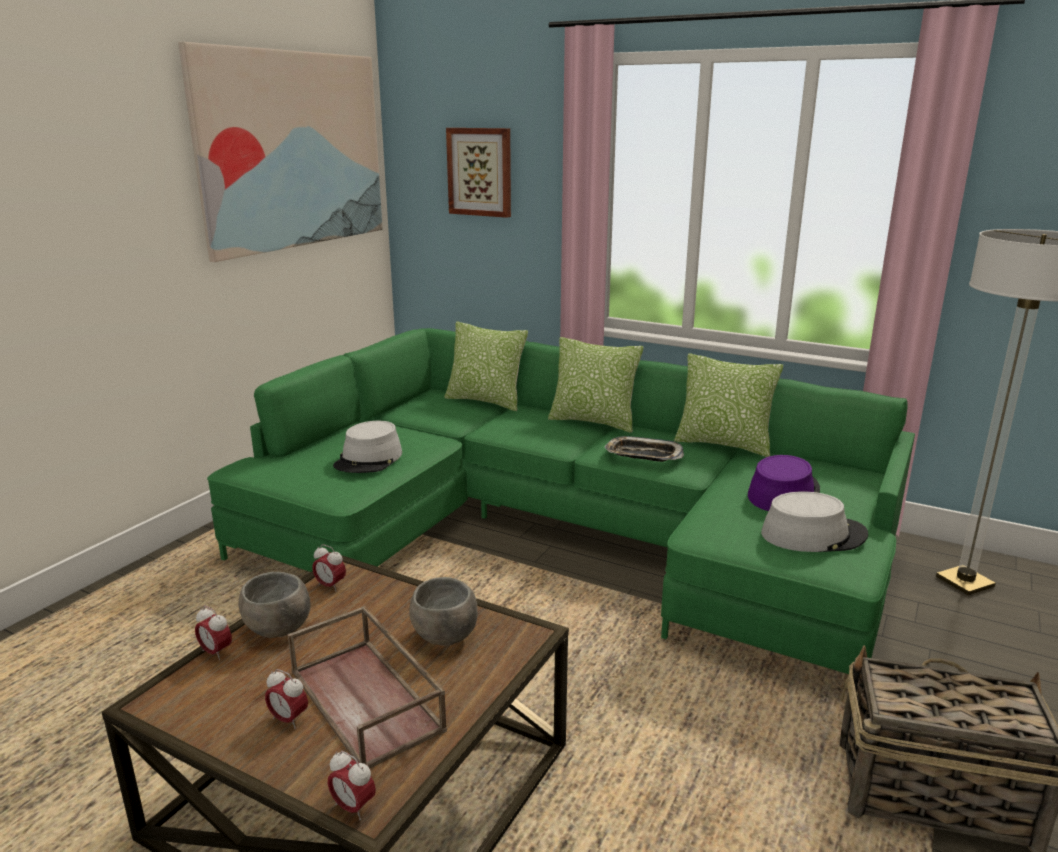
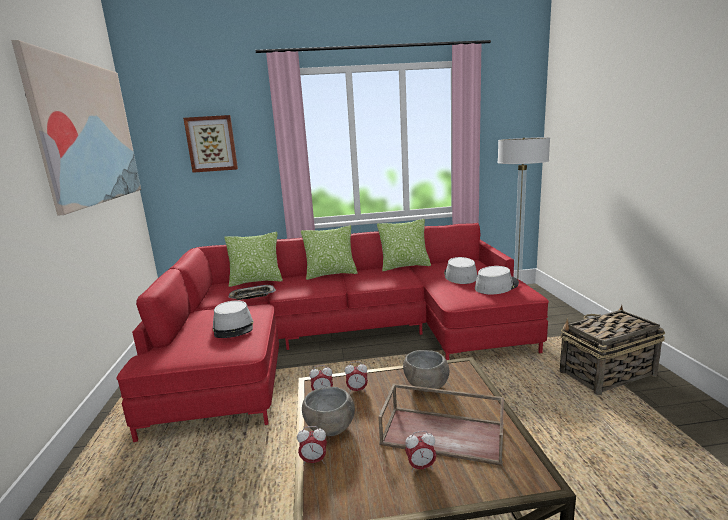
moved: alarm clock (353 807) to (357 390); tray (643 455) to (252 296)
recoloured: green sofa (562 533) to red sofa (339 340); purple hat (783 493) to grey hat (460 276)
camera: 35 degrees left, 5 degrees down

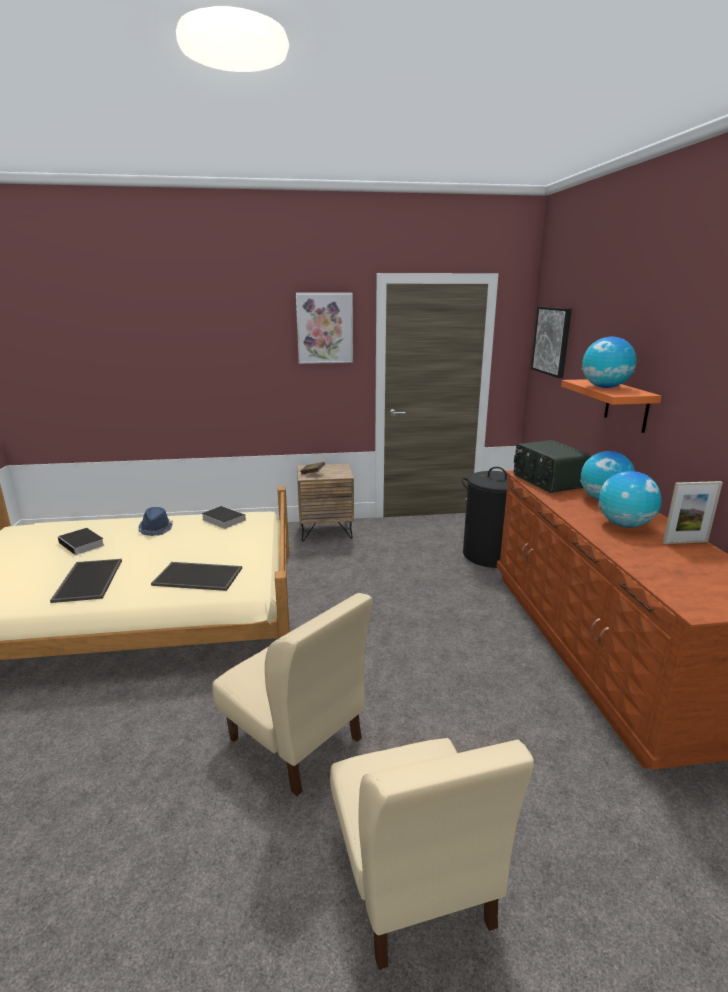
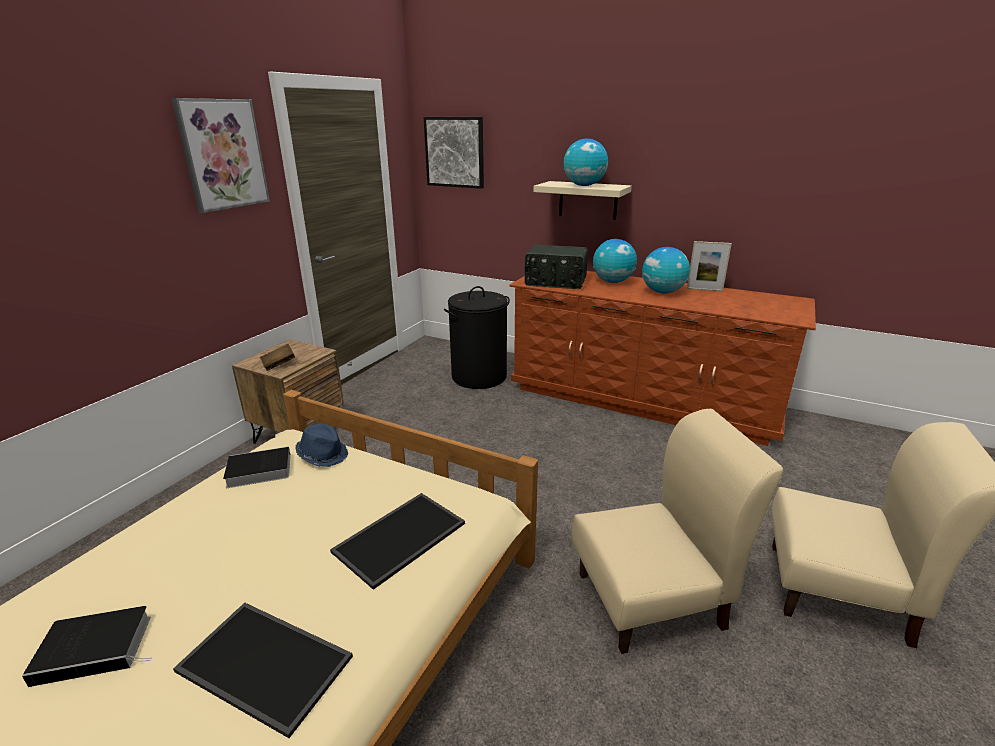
moved: blue hat (156 529) to (323 455)
recoloured: orange shelf (626 405) to beige shelf (588 200)
turned: picture frame (685 542) = (704 289) 75 degrees clockwise
camera: 55 degrees left, 5 degrees up

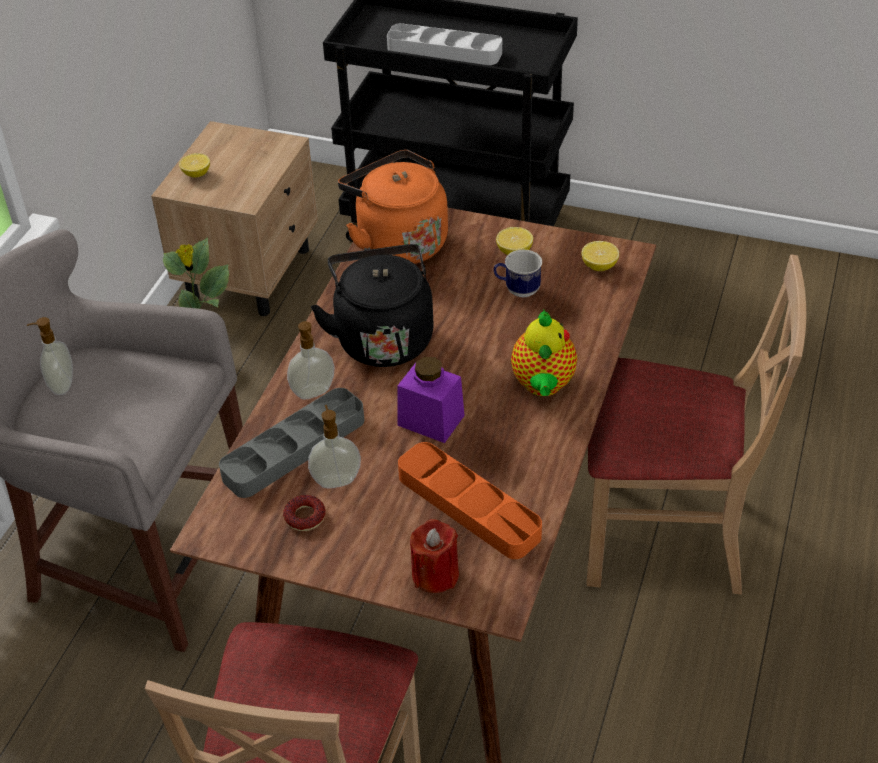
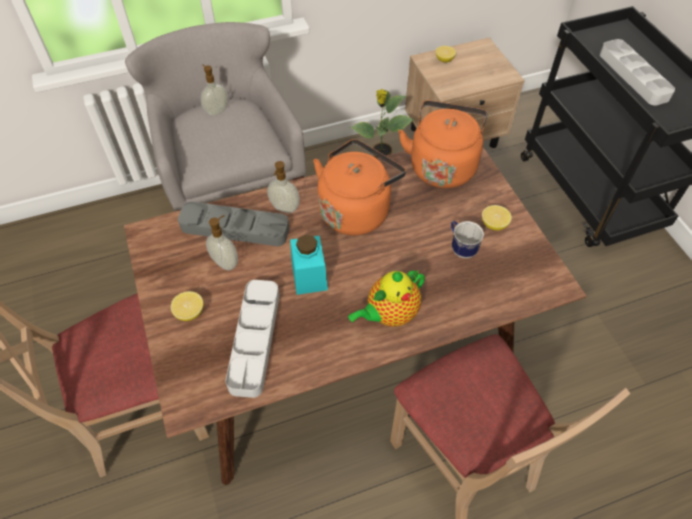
removed: donut (305 517); red candle (435 574)
moved: lemon (599 266) to (190 312)
recoloured: black kettle (383 337) to orange kettle (356 210); purple jar (431 420) to turquoise jar (309 276); orange tray (468 506) to grey tray (255 339)
camera: 50 degrees right, 10 degrees up

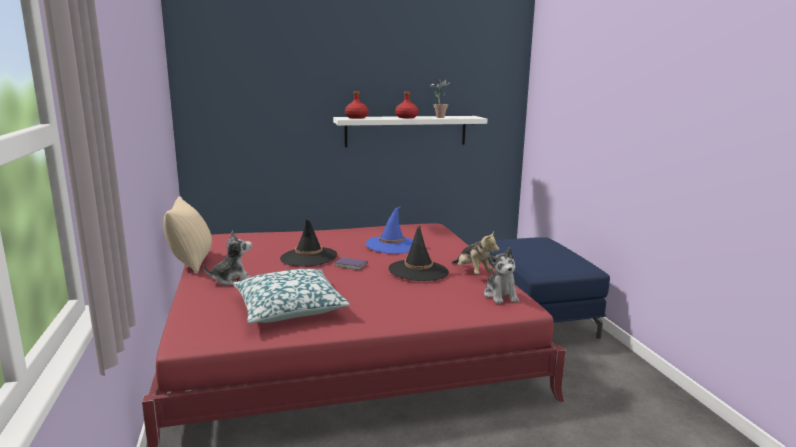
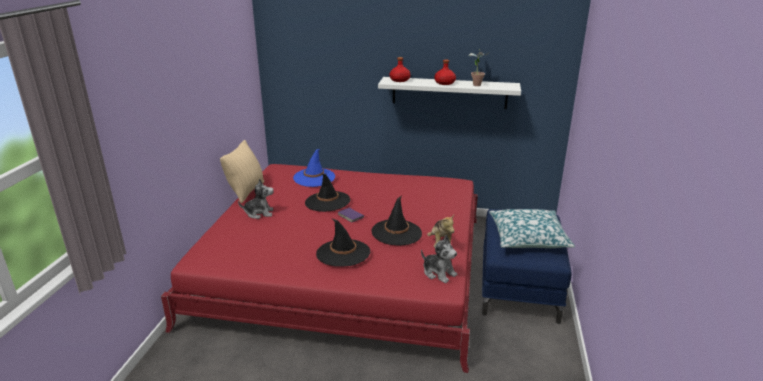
added: black hat (343 253)
moved: pillow (289 307) to (528 237); blue hat (391 245) to (314 178)
turned: plush toy (500 296) = (438 273) 60 degrees counterclockwise
camera: 25 degrees right, 10 degrees up

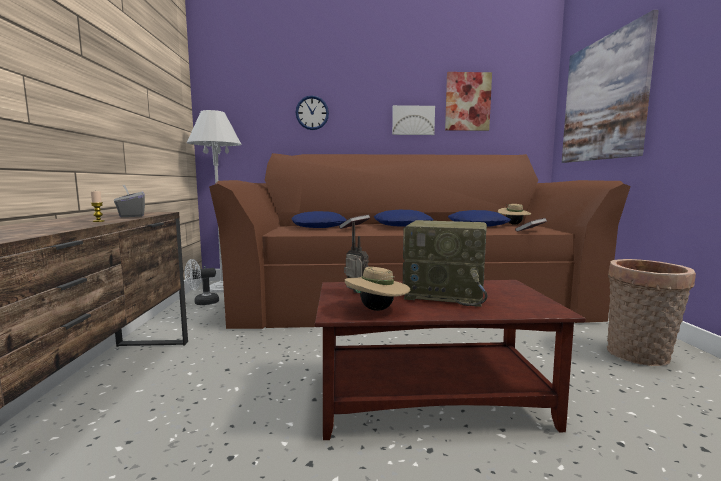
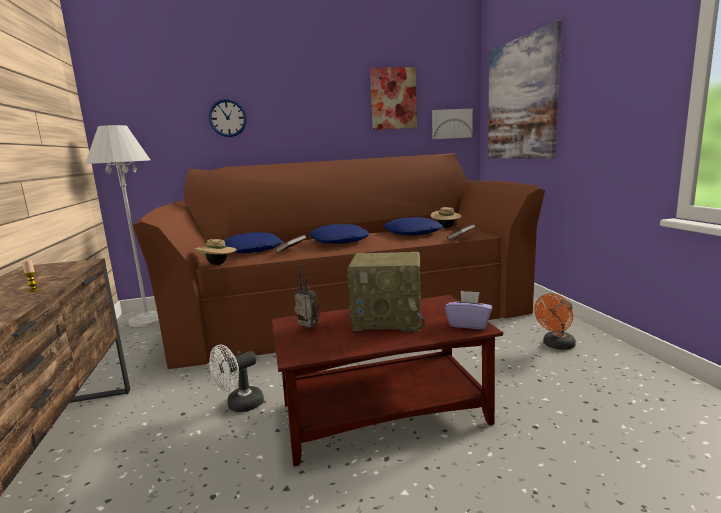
removed: grey tissue box (131 216)
added: purple tissue box (469 324)
moved: white fan (202 302) to (240 405); beige hat (377 309) to (218 264); picture (413 120) to (451 124)
replaced: basket (640 356) to orange fan (556 345)
camera: 10 degrees left, 5 degrees up

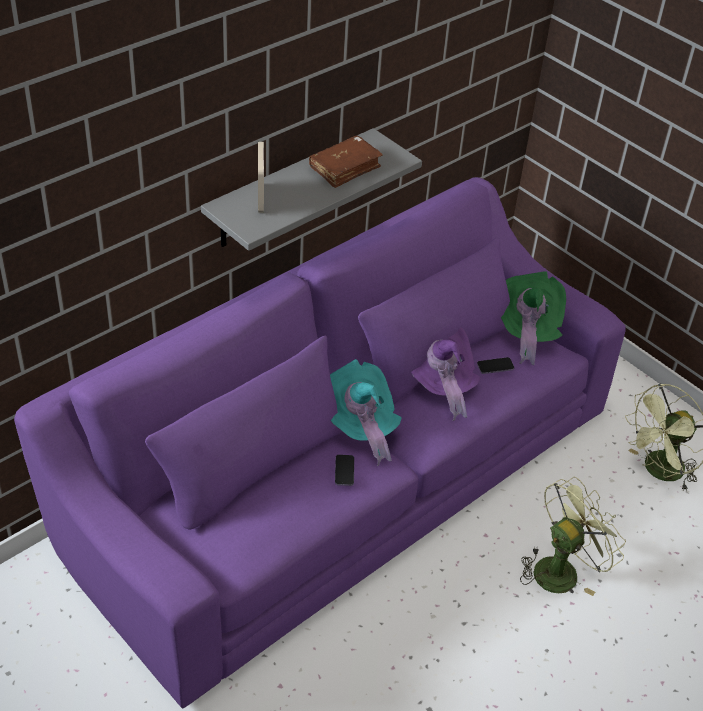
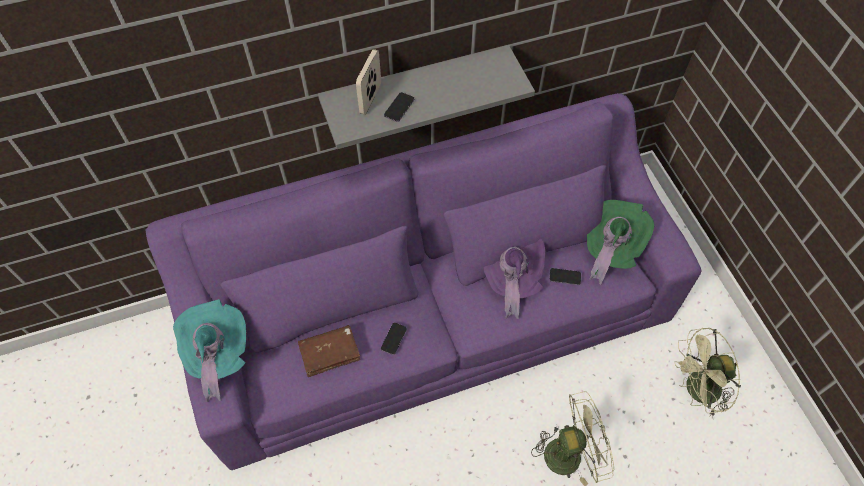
added: phone (399 108)
moved: brown book (345 168) to (330 353); turquoise hat (359 426) to (217 354)
camera: 25 degrees right, 15 degrees up

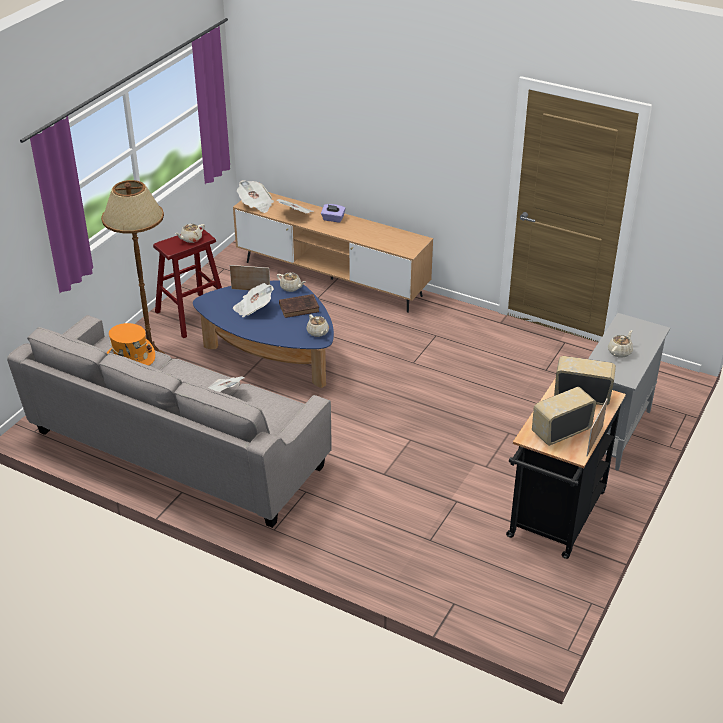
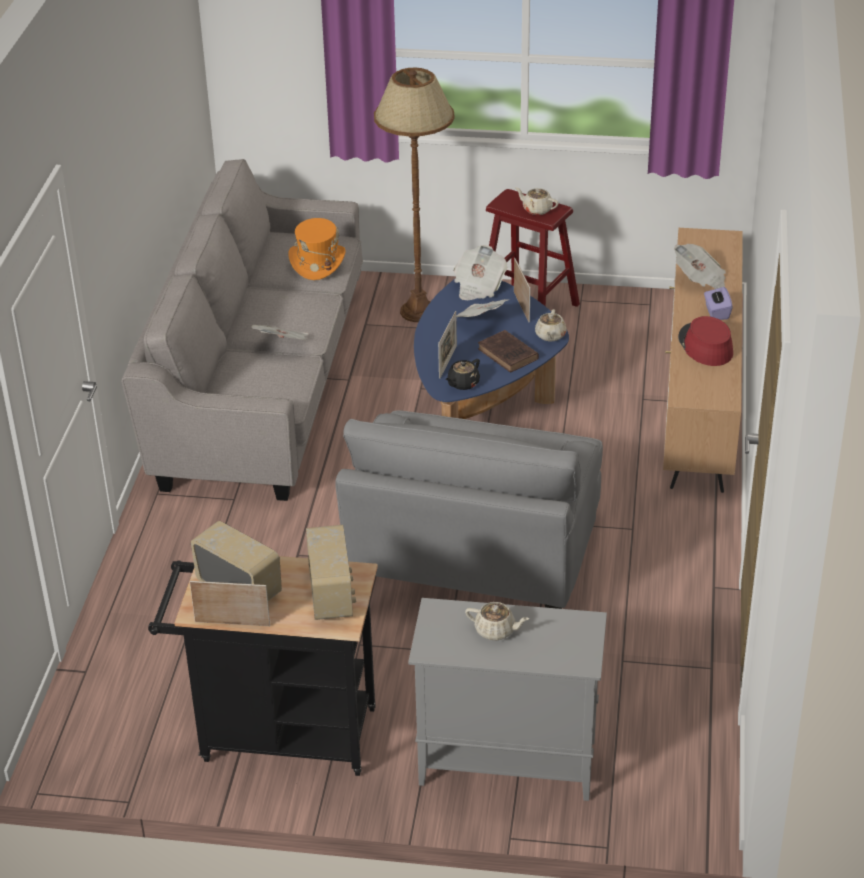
added: grey armchair (473 555); picture frame (447 362); red hat (705 346)
moved: newspaper (256 205) to (478 287)
recoloured: beige teapot (318 332) to black teapot (462 383)
camera: 70 degrees right, 0 degrees up

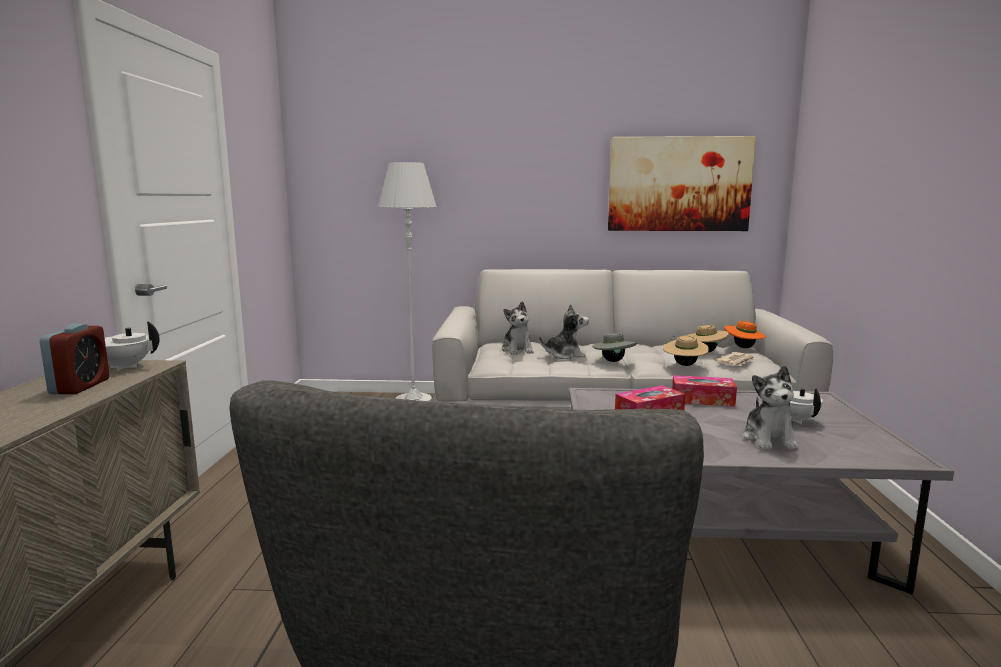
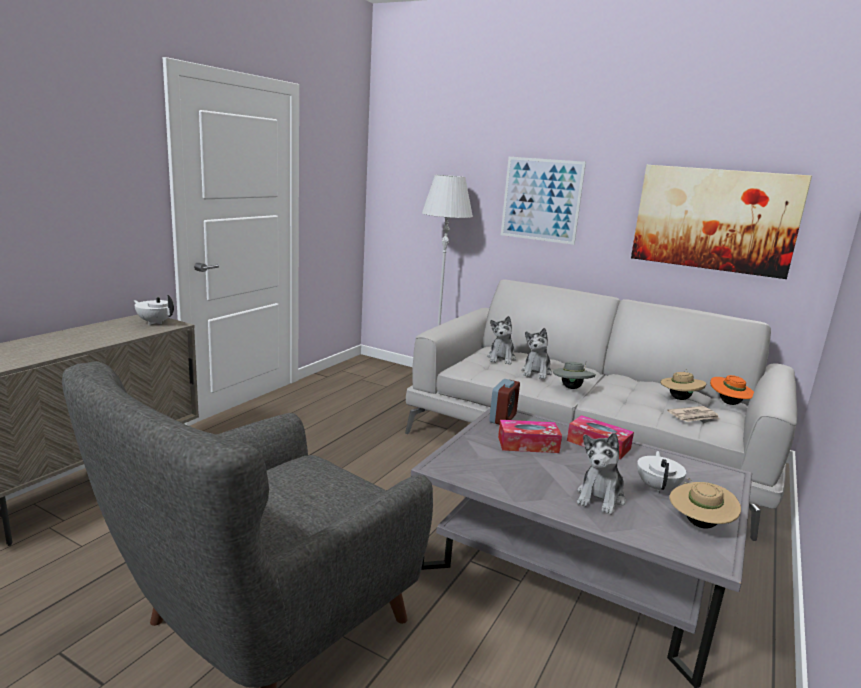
added: picture (541 200)
moved: alarm clock (80 386) to (502 418); beige hat (684 365) to (699 524)
turned: plush toy (565 355) = (536 372) 90 degrees clockwise
camera: 25 degrees right, 5 degrees up

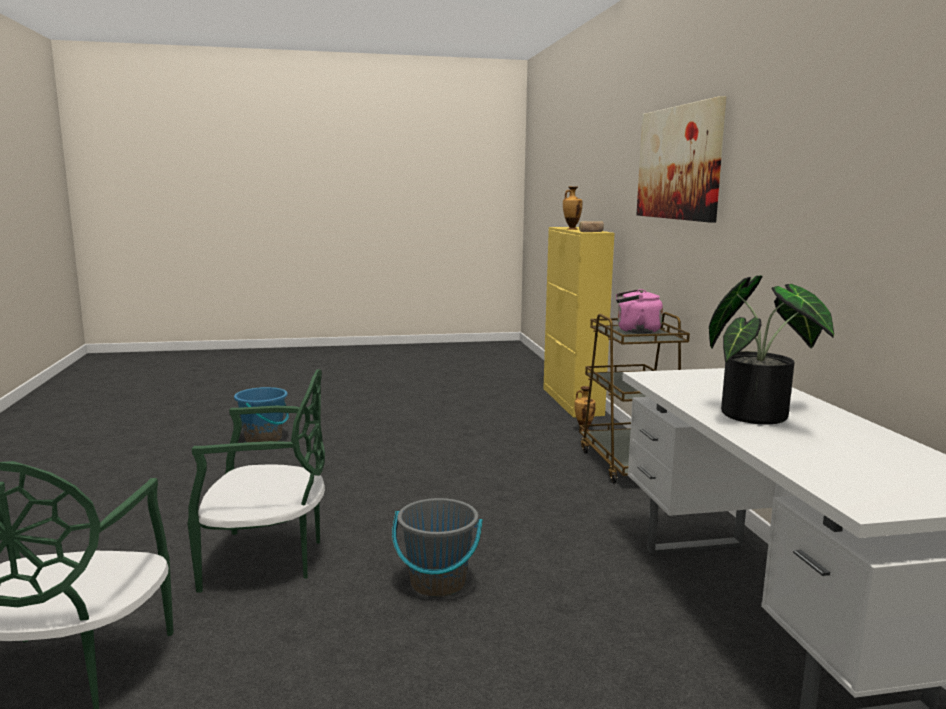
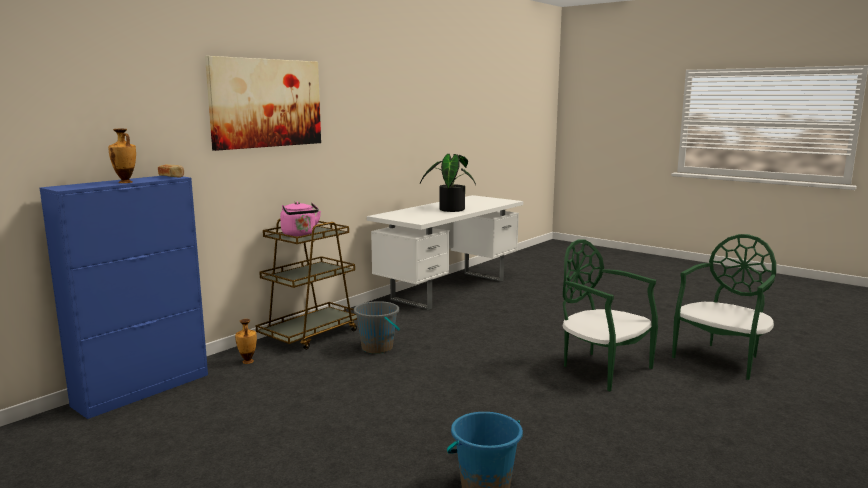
moved: grey bucket (437 583) to (377 348)
recoloured: yellow cabinet (572 401) to blue cabinet (143 389)
camera: 130 degrees left, 0 degrees up

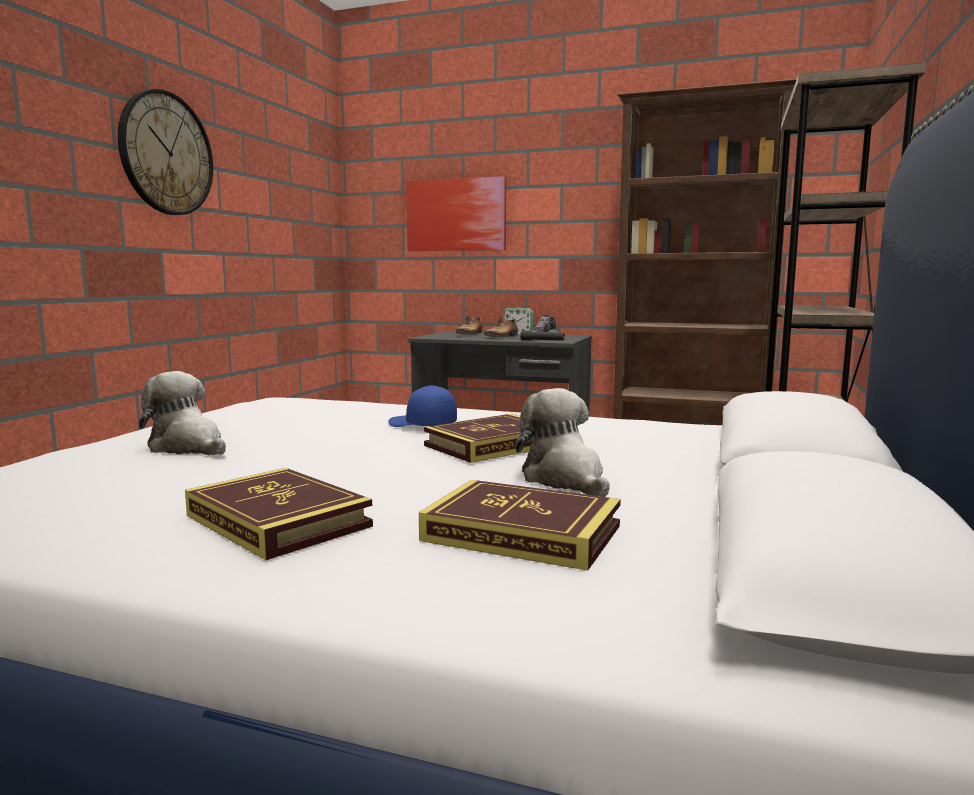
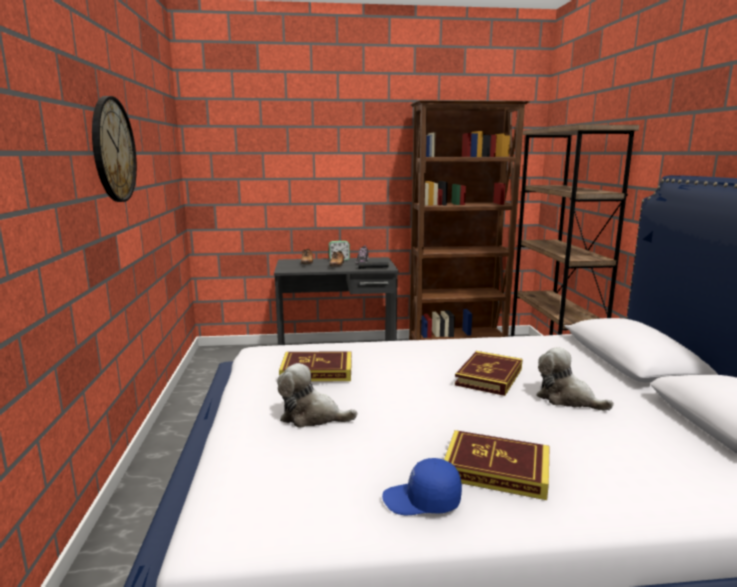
removed: picture (456 215)
moved: blue cap (422 425) to (422 501); book (522 533) to (317 371)
camera: 25 degrees left, 5 degrees up

